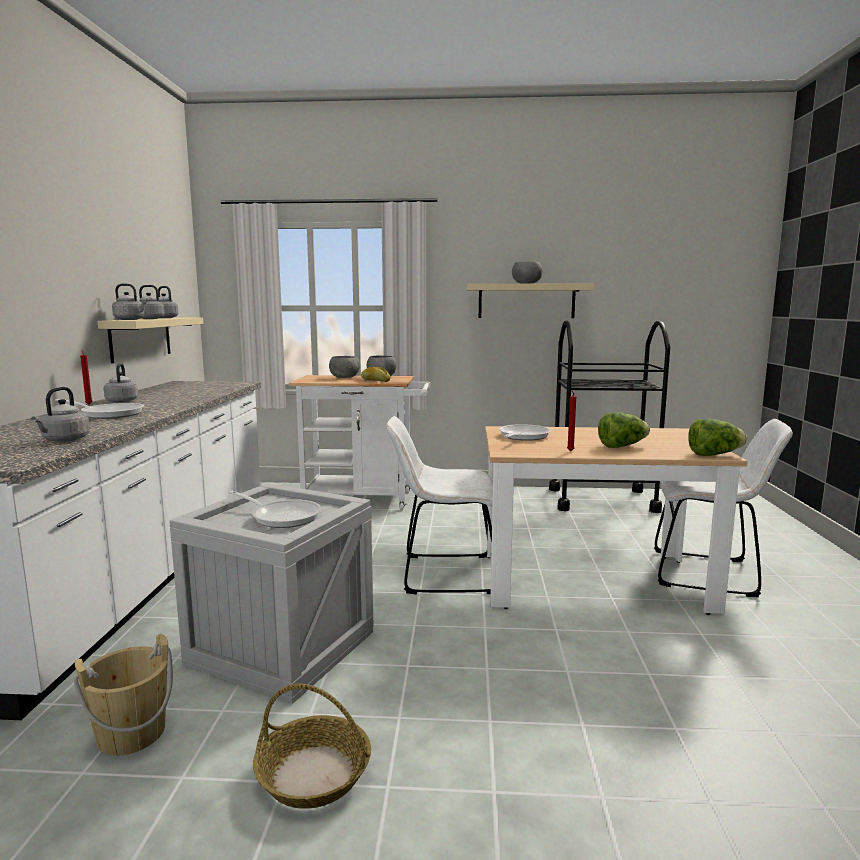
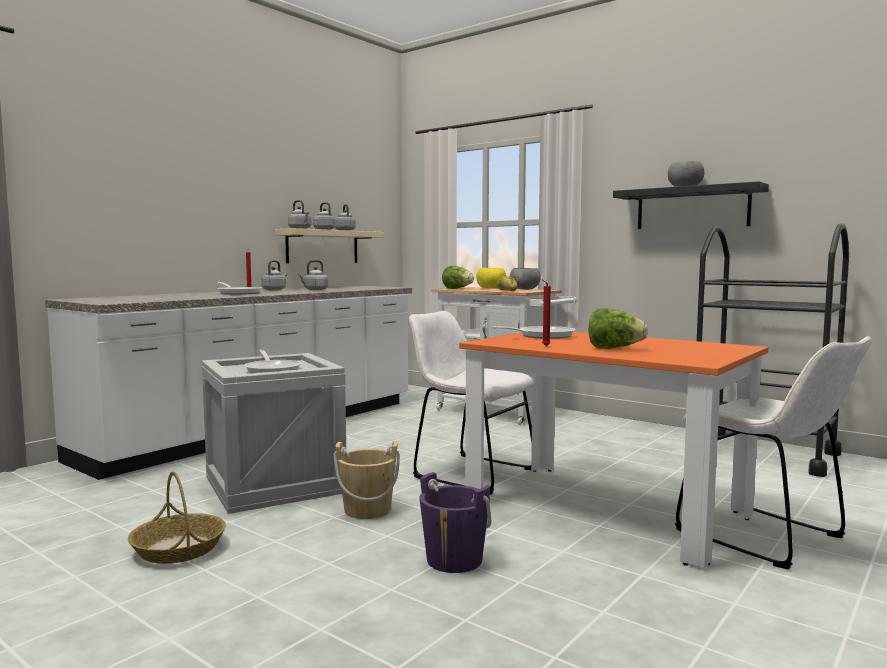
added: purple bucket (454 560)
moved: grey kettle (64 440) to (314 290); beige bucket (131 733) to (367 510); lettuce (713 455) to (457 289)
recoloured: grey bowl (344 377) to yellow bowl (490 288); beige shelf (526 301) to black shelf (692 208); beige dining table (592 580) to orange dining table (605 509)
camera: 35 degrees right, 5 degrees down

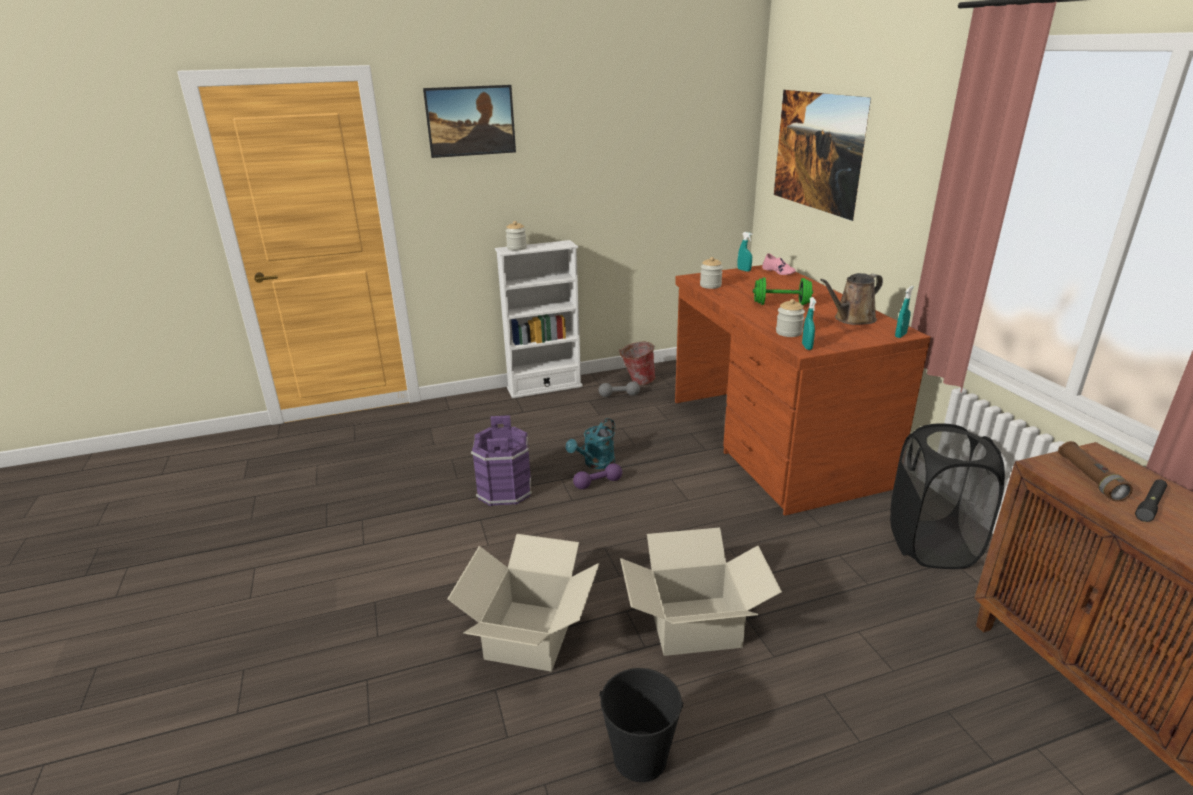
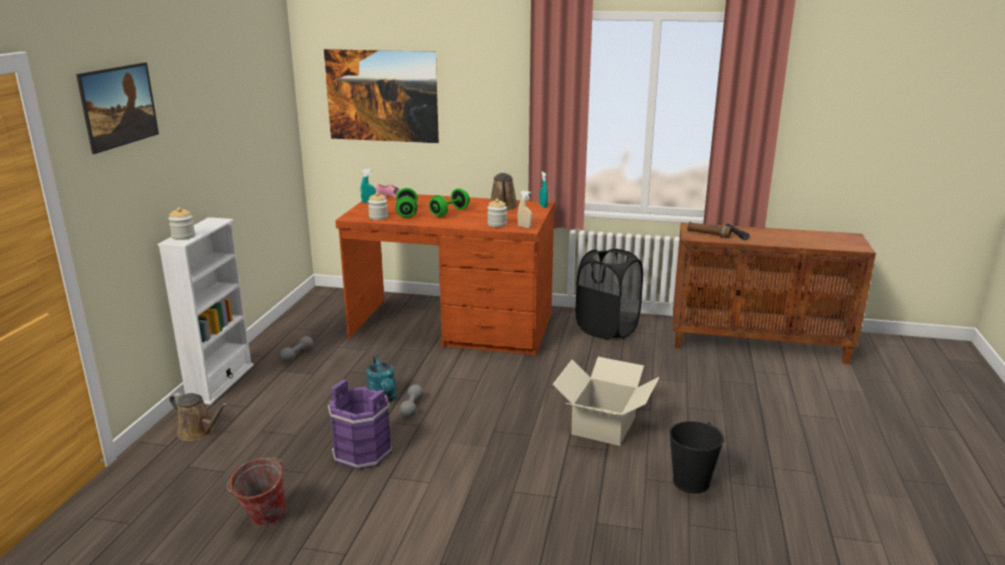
removed: cardboard box (531 635)
added: brown watering can (199 432); green dumbbell (407 213)
moved: bucket (637 382) to (262 520)
recoloured: purple dumbbell (598 483) to grey dumbbell (412 407); turquoise spray bottle (807 347) to beige spray bottle (524 227)
camera: 60 degrees left, 5 degrees down

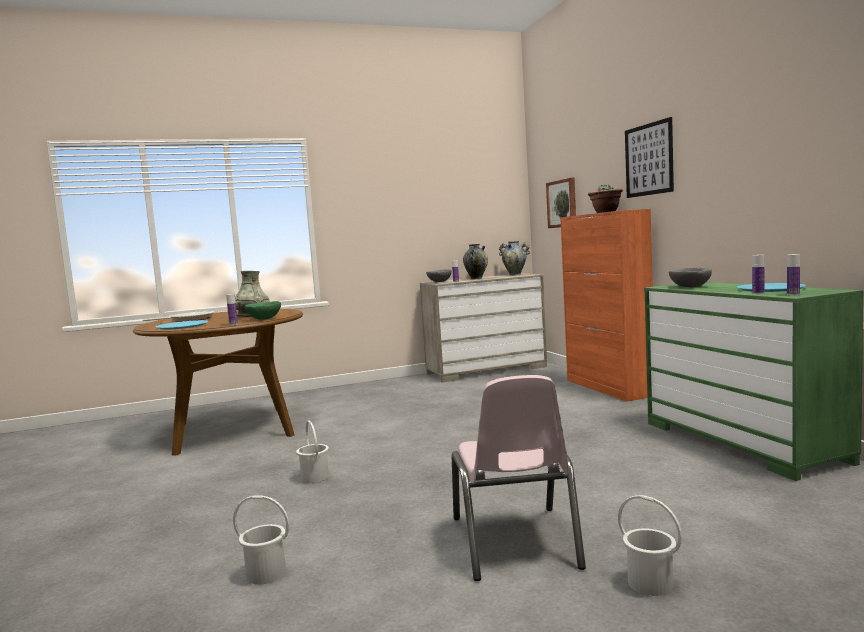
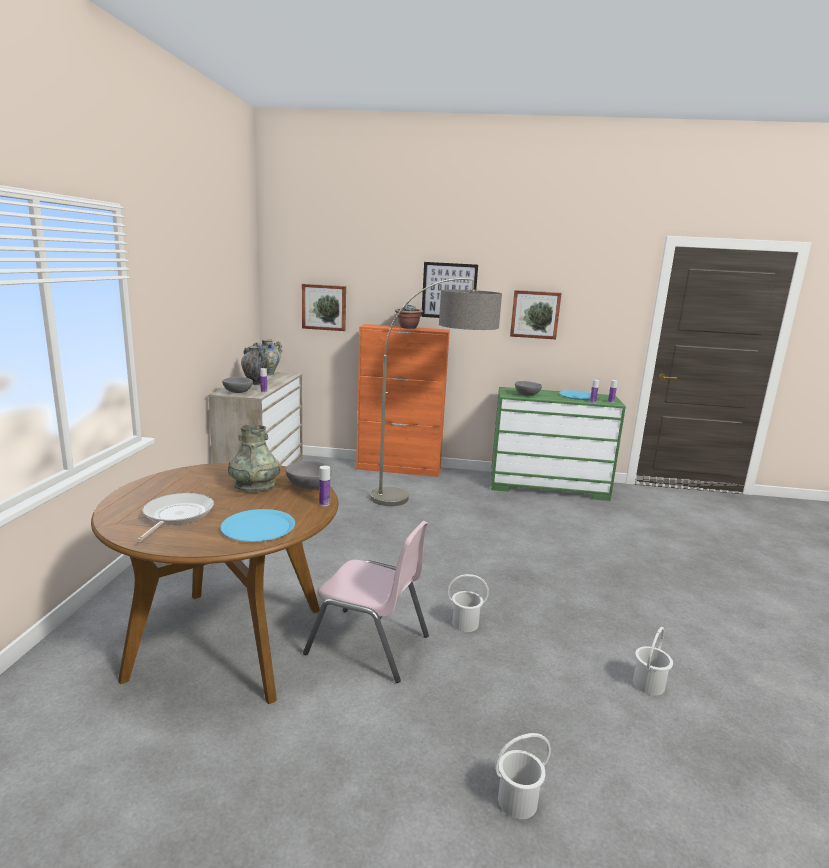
added: floor lamp (434 496); picture (535 314)
moved: pink chair (514 542) to (369 645); white bucket (650 584) to (518 802)
recoloured: green bowl (264 319) to grey bowl (308 486)
camera: 65 degrees left, 10 degrees up

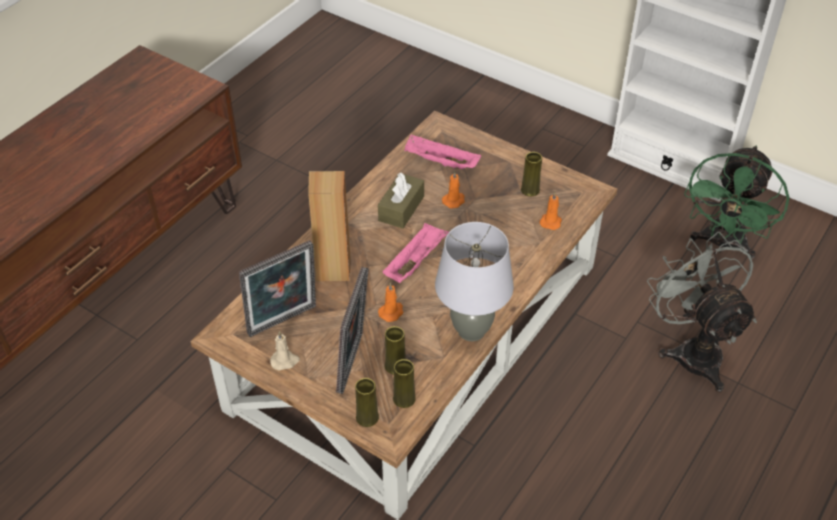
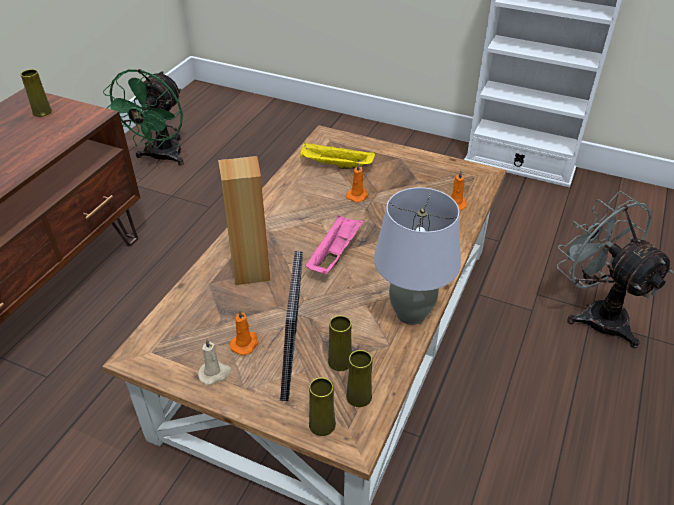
removed: picture frame (284 322); brown tissue box (401 208)
moved: orange candle (391 312) to (245 343); yellow vase (530 190) to (42 112); green fan (722 245) to (161 158)
recoloured: pink tray (440 163) to yellow tray (335 165)
camera: 10 degrees left, 5 degrees down

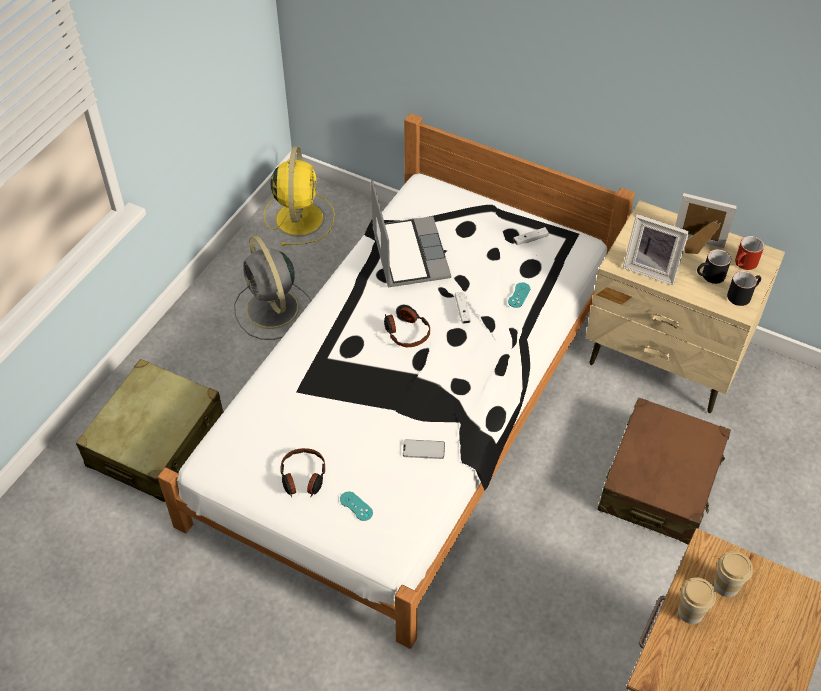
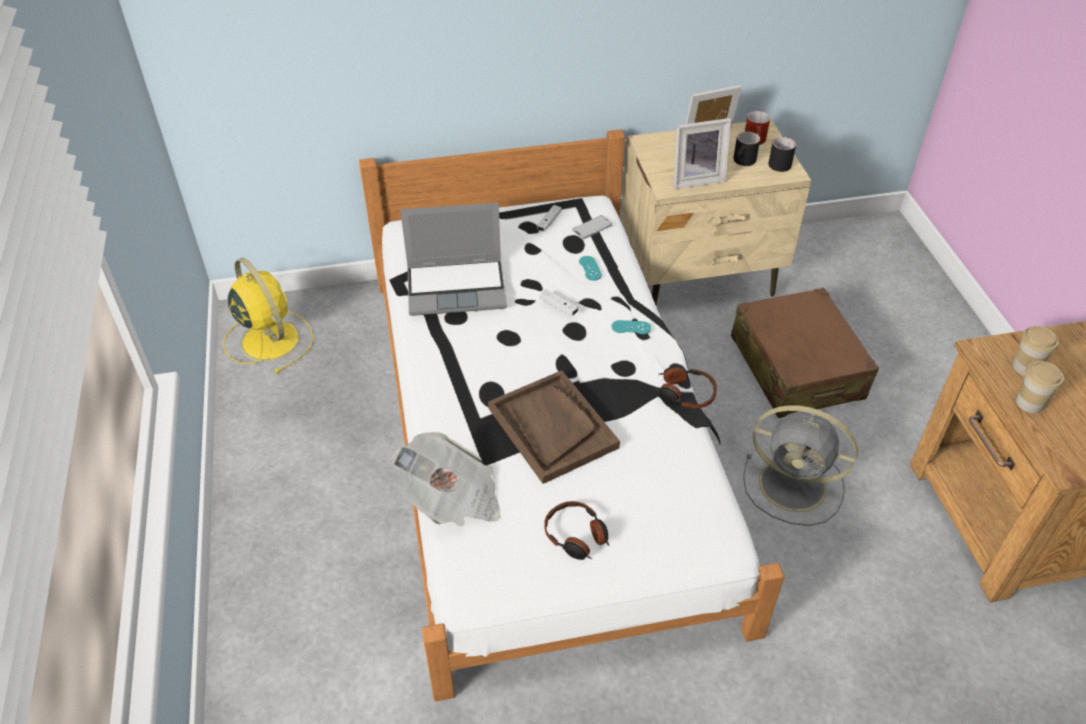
removed: beige suitcase (157 442)
added: newspaper (452 499); brown tray (552 428)
moved: grey fan (273 310) to (795 486); turquoise game controller (356 506) to (631 327); headphones (406 331) to (685 393); phone (423 450) to (592 228)
turned: laptop (408 253) = (457 287) 135 degrees clockwise
camera: 40 degrees left, 5 degrees down

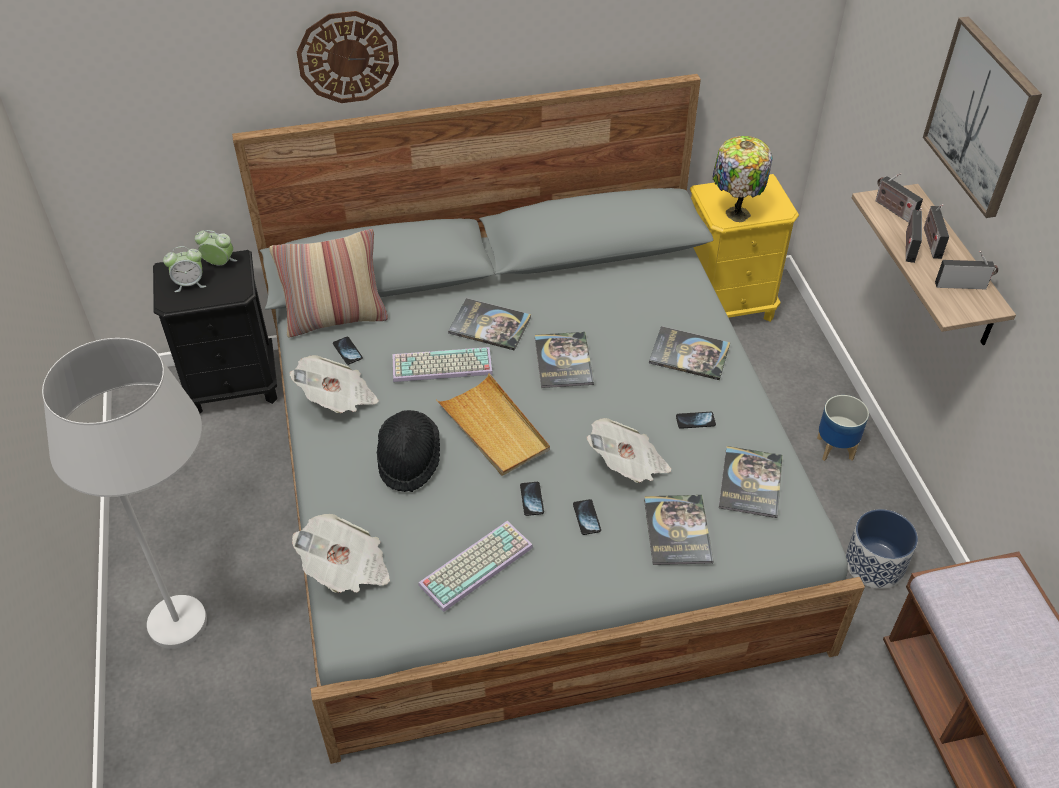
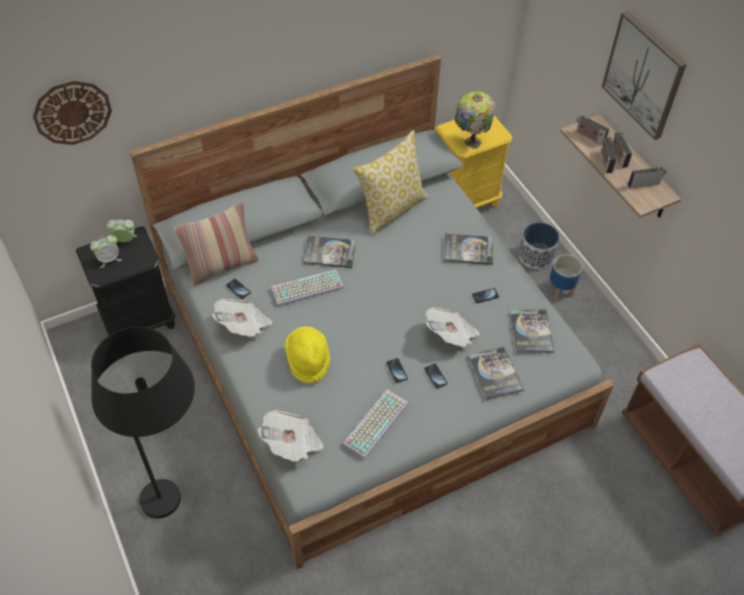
removed: beige tray (494 428); book (563 361)
added: pillow (391 209)
moved: wall clock (348 57) to (72 112); planter (874 565) to (536 256)
recoloured: white floor lamp (205 634) to black floor lamp (182 502); black hat (408 460) to yellow hat (308 360)
camera: 15 degrees left, 5 degrees up

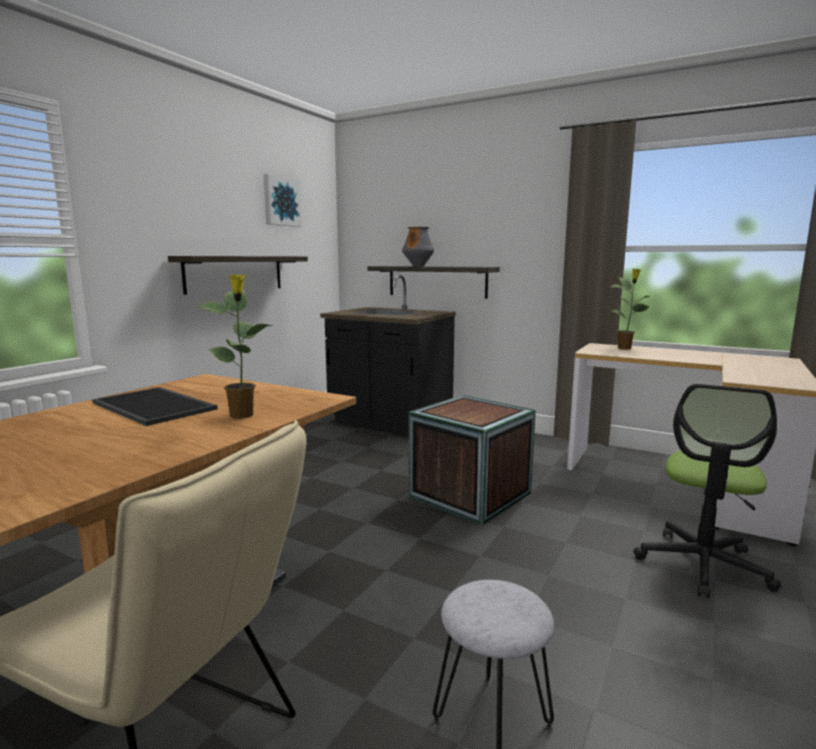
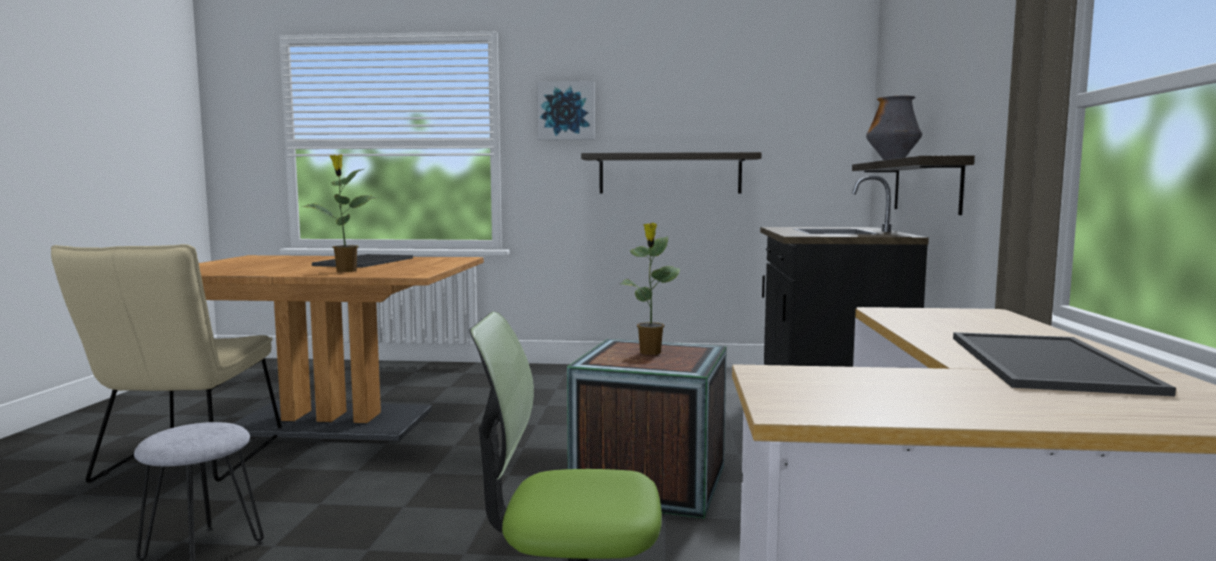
added: tray (1051 363)
moved: picture (281 201) to (566 111); potted plant (625 348) to (650 352)
camera: 65 degrees right, 5 degrees down

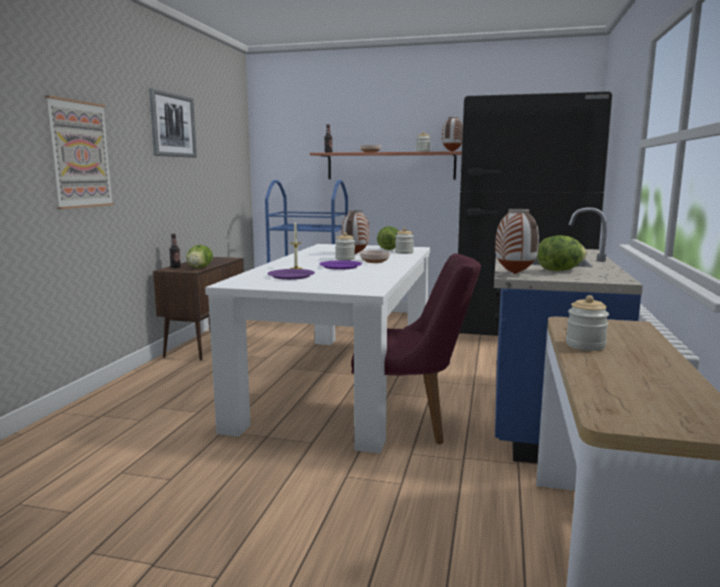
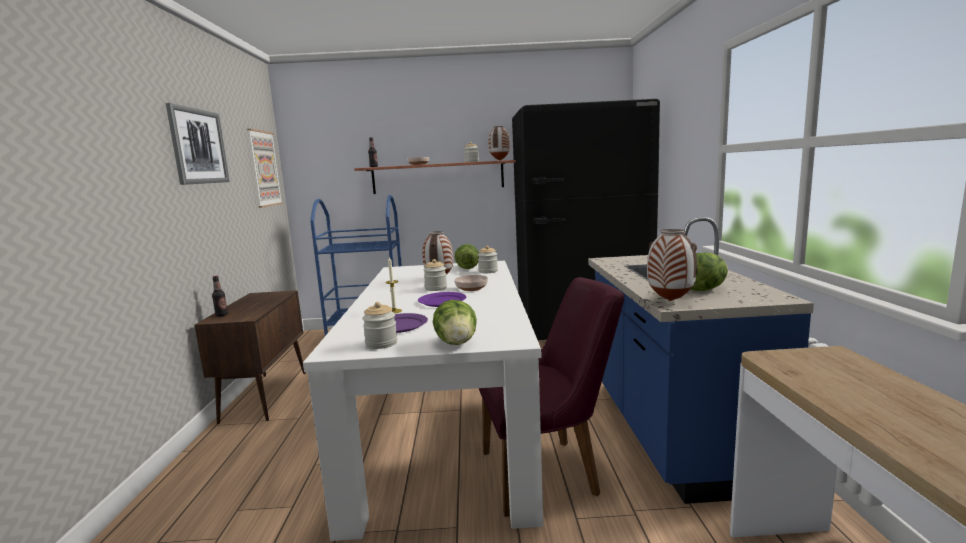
moved: picture (80 154) to (264 168); lettuce (200 268) to (456 343); jar (585 345) to (381 343)
camera: 15 degrees left, 0 degrees up

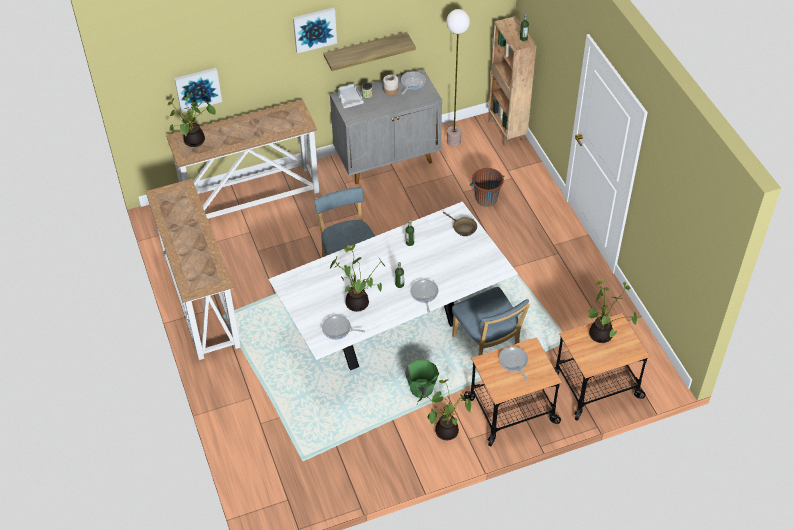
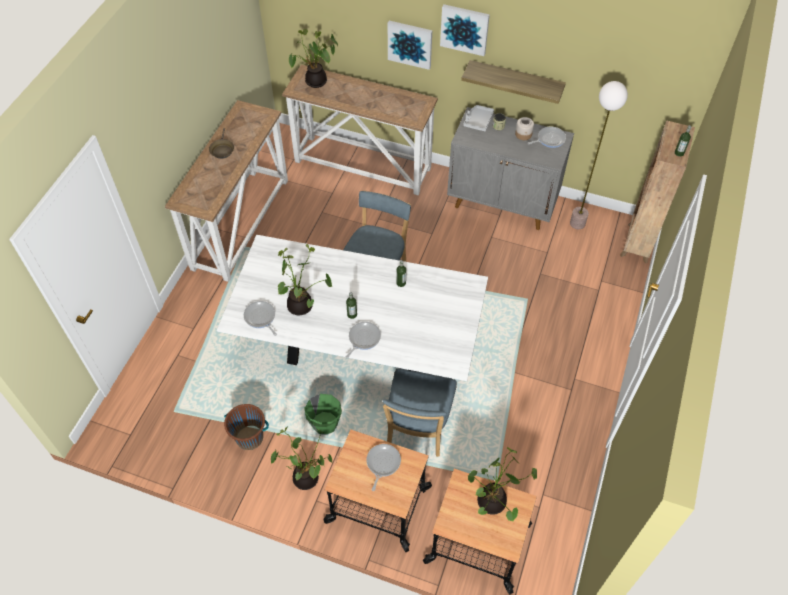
moved: picture (198 89) to (410 44); brown frying pan (463 228) to (222 150); brown bucket (486 199) to (250 437)
camera: 40 degrees right, 5 degrees up

